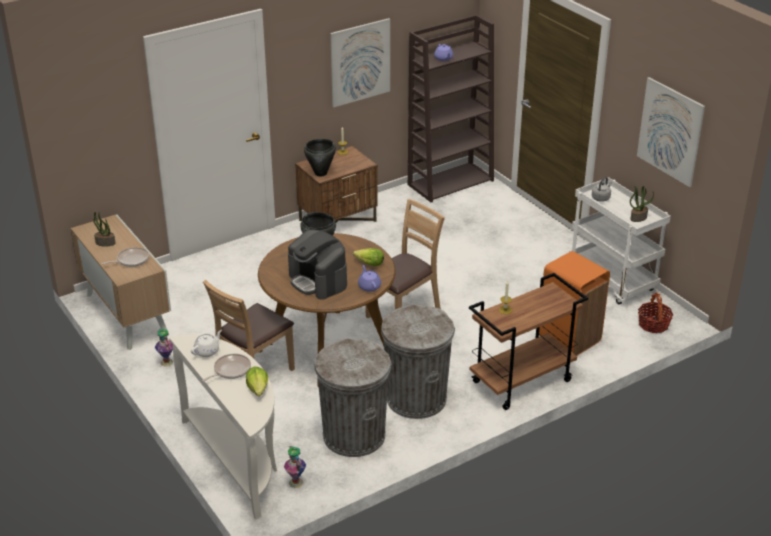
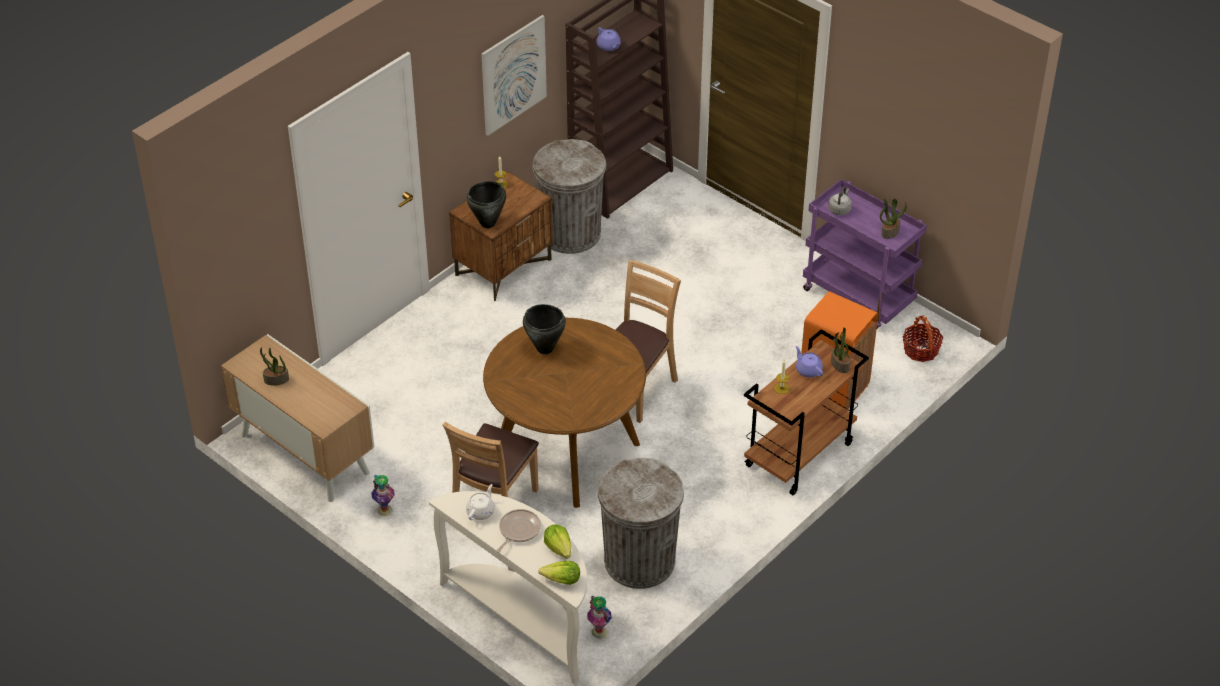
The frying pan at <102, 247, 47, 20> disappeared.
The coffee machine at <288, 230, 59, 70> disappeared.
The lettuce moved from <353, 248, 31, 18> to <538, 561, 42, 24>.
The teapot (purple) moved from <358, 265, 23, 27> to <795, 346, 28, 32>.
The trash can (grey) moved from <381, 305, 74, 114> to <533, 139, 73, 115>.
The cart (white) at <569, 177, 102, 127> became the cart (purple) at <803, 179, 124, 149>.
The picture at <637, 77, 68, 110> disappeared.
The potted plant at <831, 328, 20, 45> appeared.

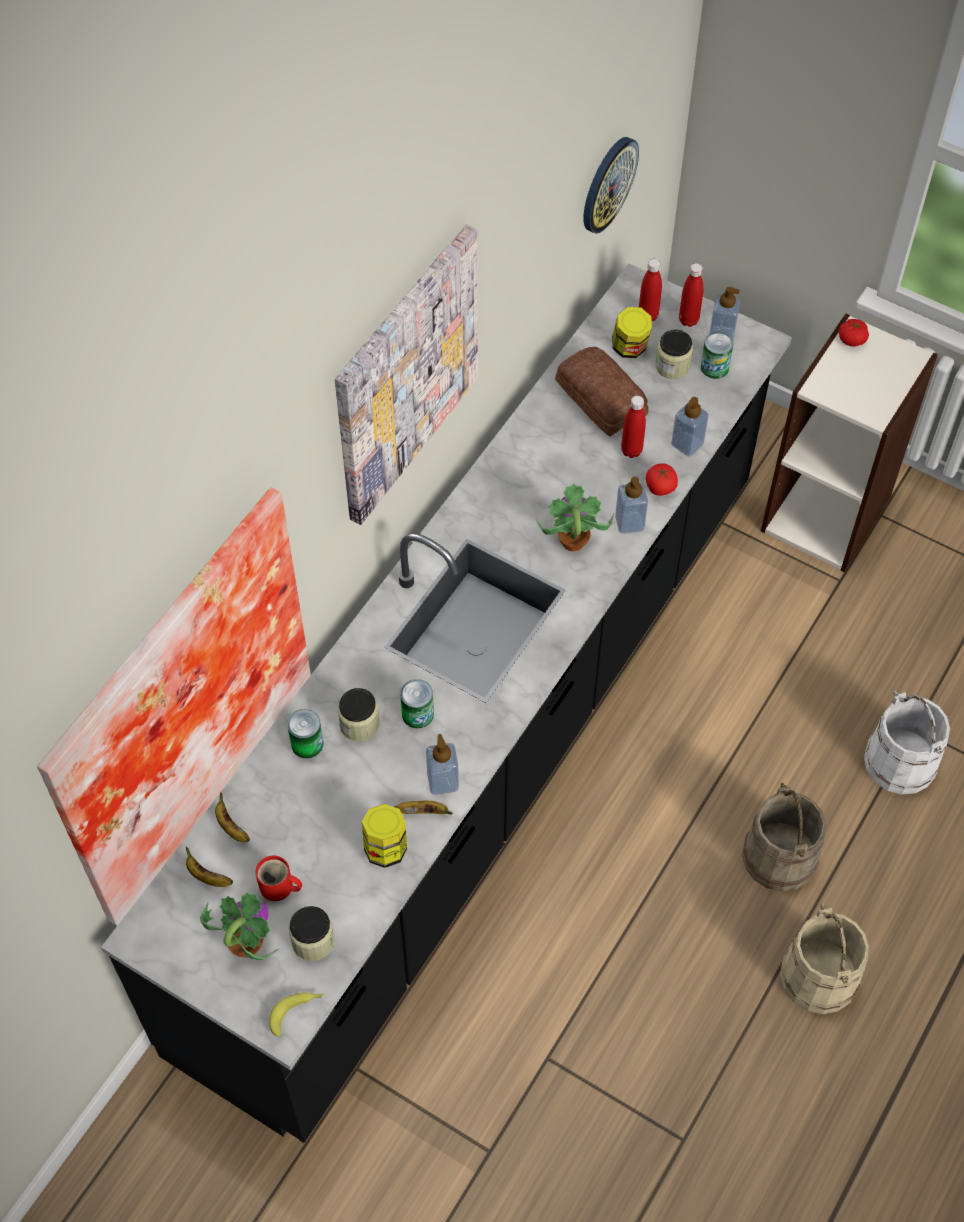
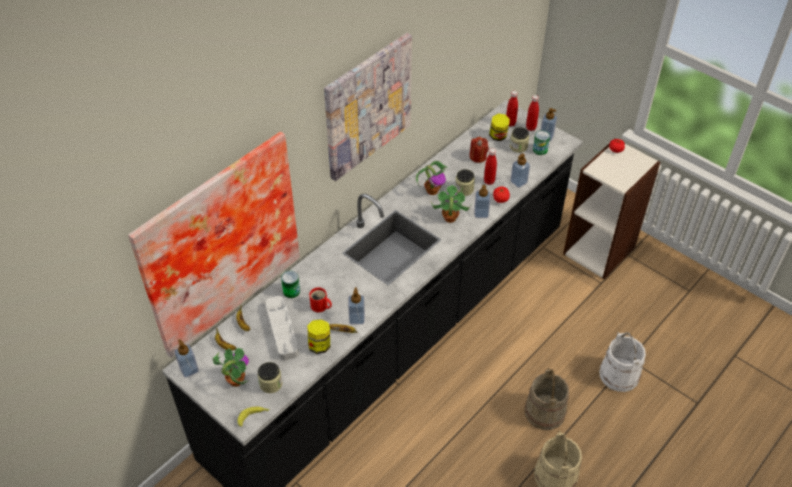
The mug (red) moved from <255, 855, 47, 46> to <309, 287, 23, 25>.
The jar moved from <338, 688, 42, 53> to <455, 169, 20, 27>.
The can at <400, 679, 34, 49> disappeared.
The bread at <555, 347, 94, 89> was replaced by the candle (red) at <470, 137, 19, 26>.
The wall clock at <584, 137, 55, 97> disappeared.
The soap dispenser at <175, 339, 24, 39> appeared.
The tray (grey) at <265, 296, 34, 64> appeared.
The potted plant at <416, 161, 32, 34> appeared.

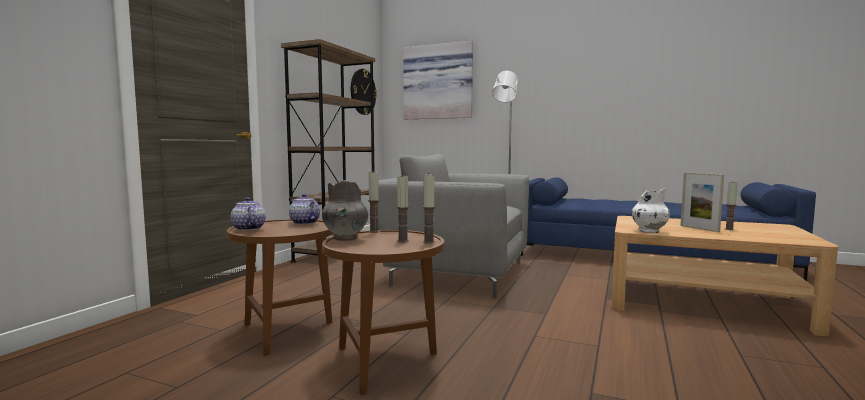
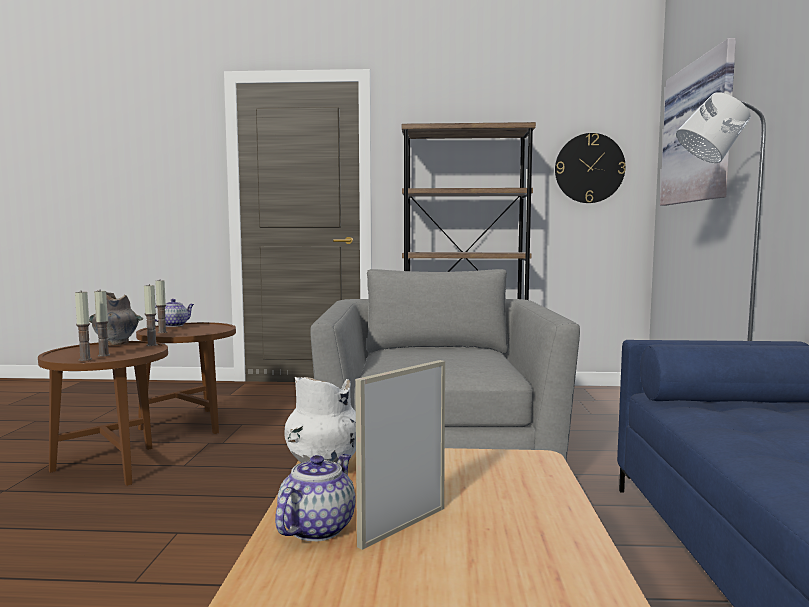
The teapot moved from <289, 194, 31, 31> to <275, 454, 81, 87>.
The candle moved from <725, 182, 13, 48> to <155, 280, 12, 53>.

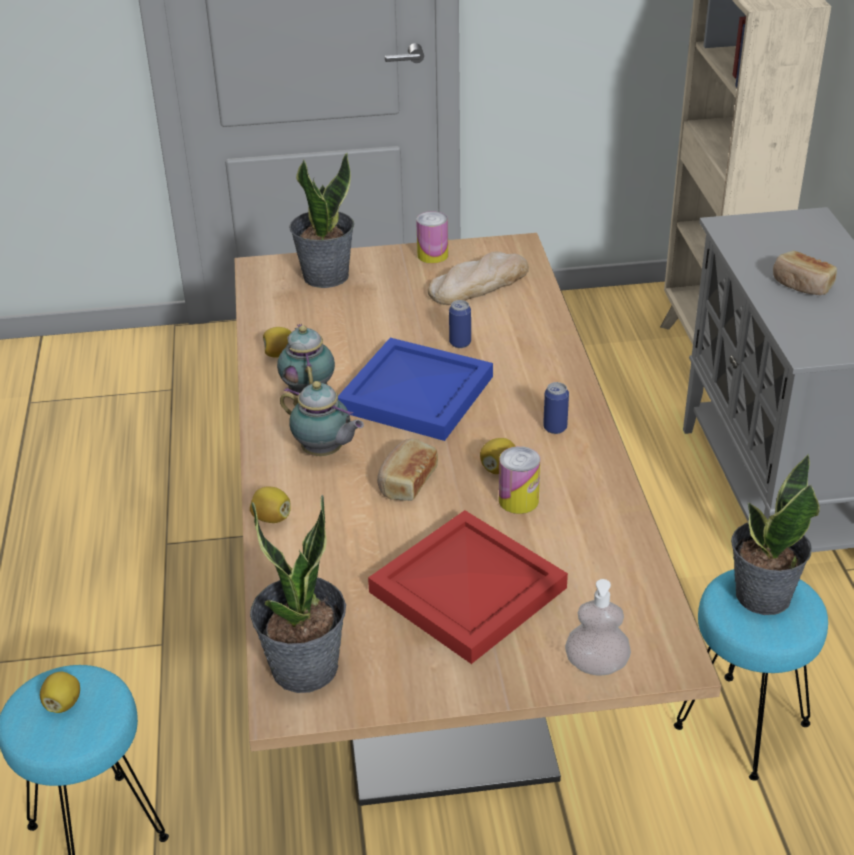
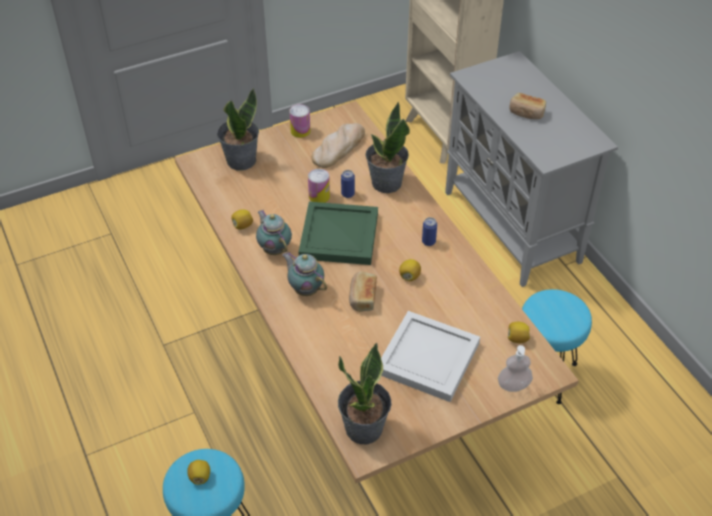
The lemon moved from <250, 487, 41, 36> to <508, 322, 22, 21>.
The teapot at <280, 381, 84, 75> turned 150 degrees counterclockwise.
The tray (blue) at <338, 338, 155, 103> became the tray (green) at <298, 202, 80, 63>.
The tray (red) at <368, 510, 200, 154> became the tray (white) at <381, 311, 99, 91>.
The can moved from <499, 446, 41, 68> to <308, 169, 22, 34>.
The potted plant moved from <731, 454, 89, 161> to <366, 102, 44, 91>.

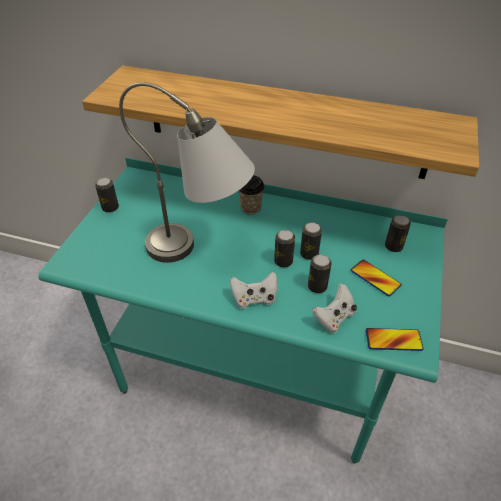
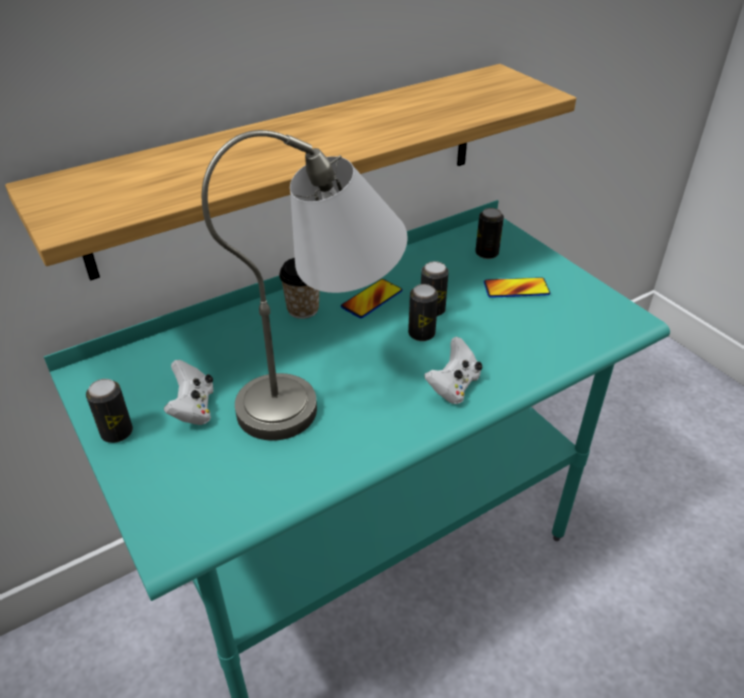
The can at <308, 254, 24, 39> disappeared.
The game controller (white) moved from <312, 284, 45, 49> to <164, 360, 49, 65>.
The phone moved from <366, 328, 58, 23> to <341, 279, 61, 39>.

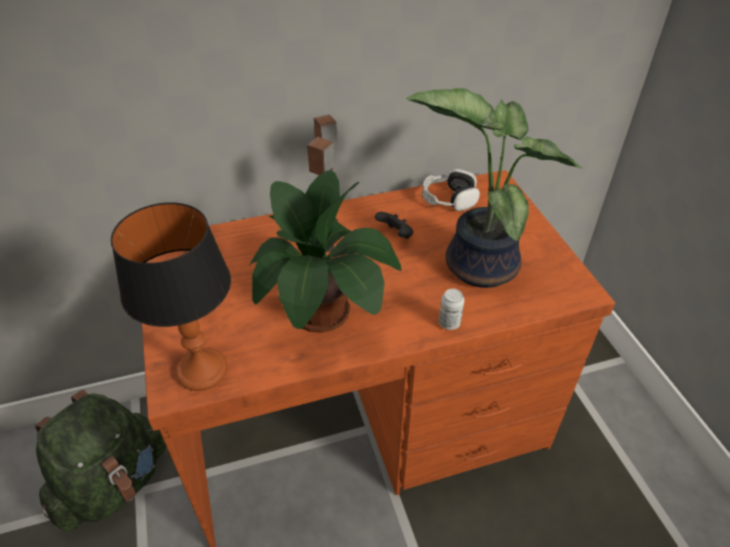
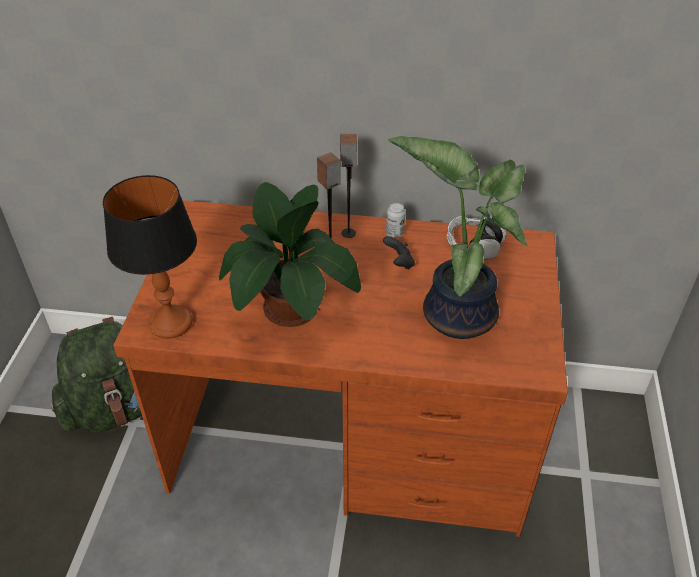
The can moved from <439, 289, 26, 41> to <386, 203, 19, 35>.

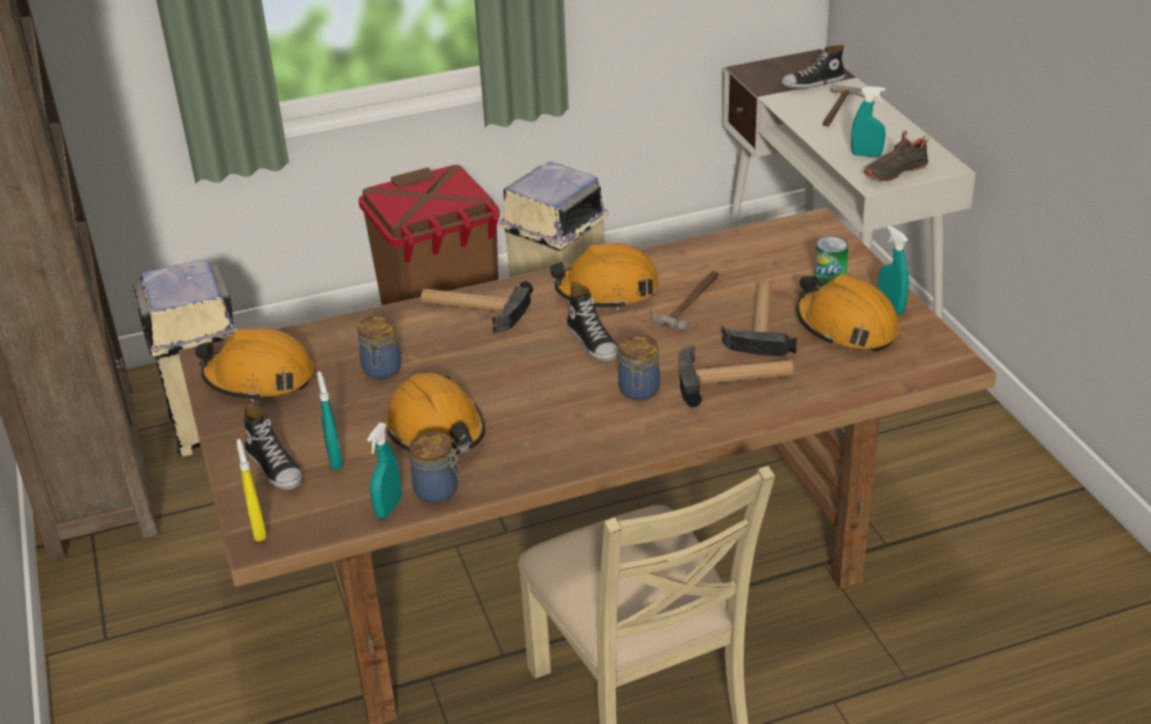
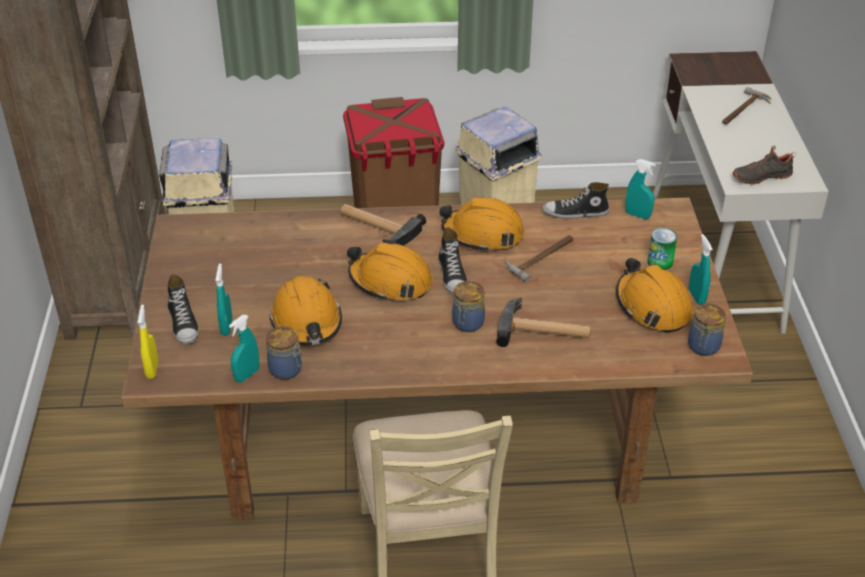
The hard hat (orange) moved from <195, 328, 119, 74> to <347, 242, 86, 59>.
The jar moved from <357, 315, 44, 64> to <688, 304, 38, 52>.
The hammer at <722, 281, 75, 76> disappeared.
The shoe moved from <781, 45, 64, 44> to <542, 182, 67, 37>.
The spray bottle (turquoise) moved from <851, 86, 34, 71> to <625, 159, 31, 60>.

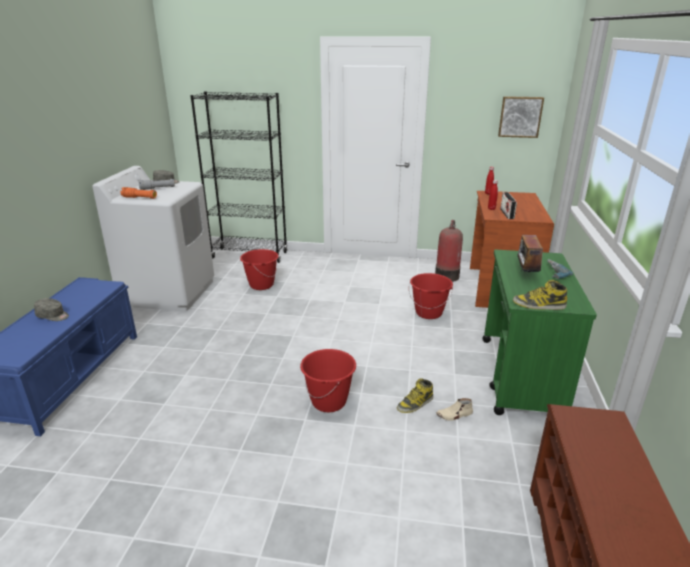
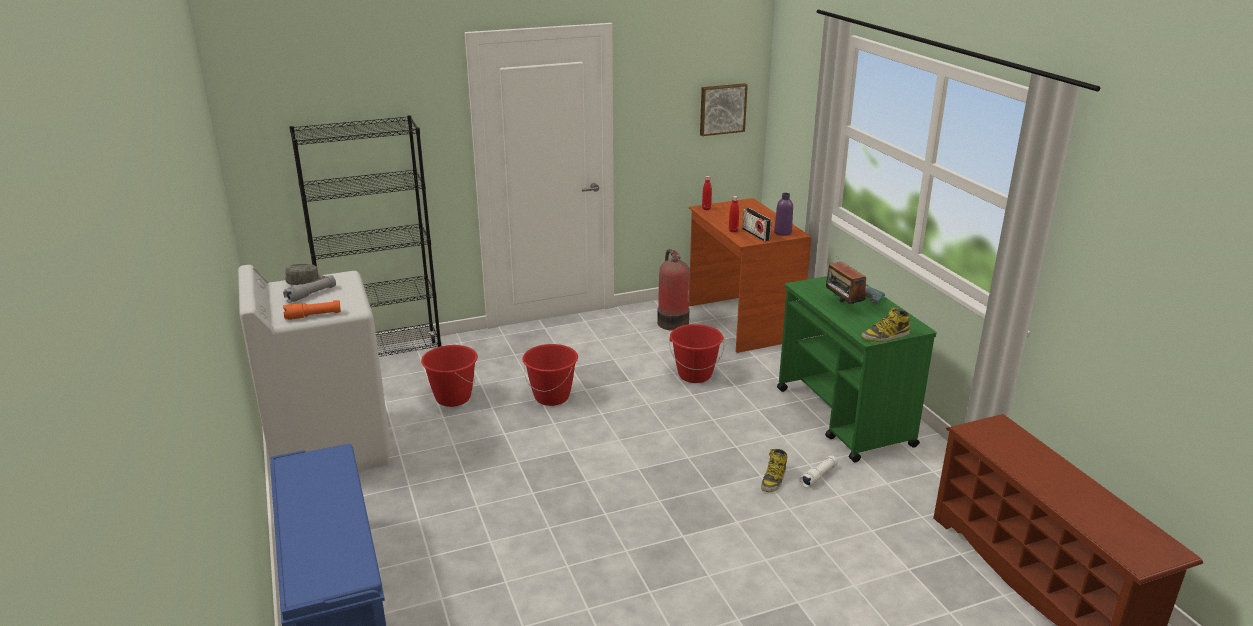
The cap (grey) at <34, 298, 35, 23> disappeared.
The bucket (red) moved from <300, 349, 56, 63> to <522, 344, 56, 62>.
The shoe (beige) at <436, 398, 37, 22> was replaced by the flashlight (white) at <799, 455, 39, 33>.
The bottle (purple) at <774, 193, 19, 43> appeared.

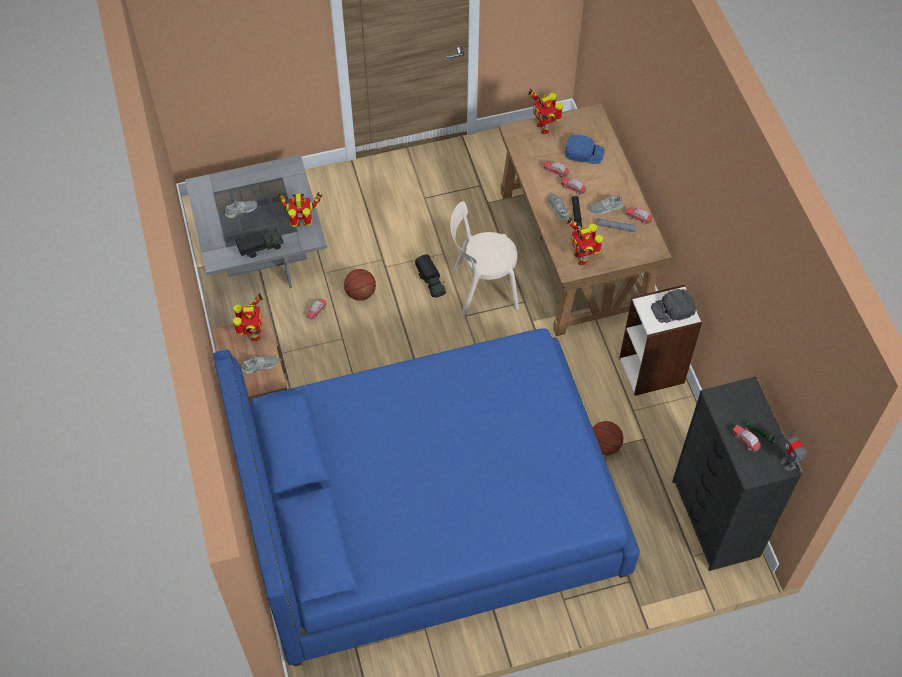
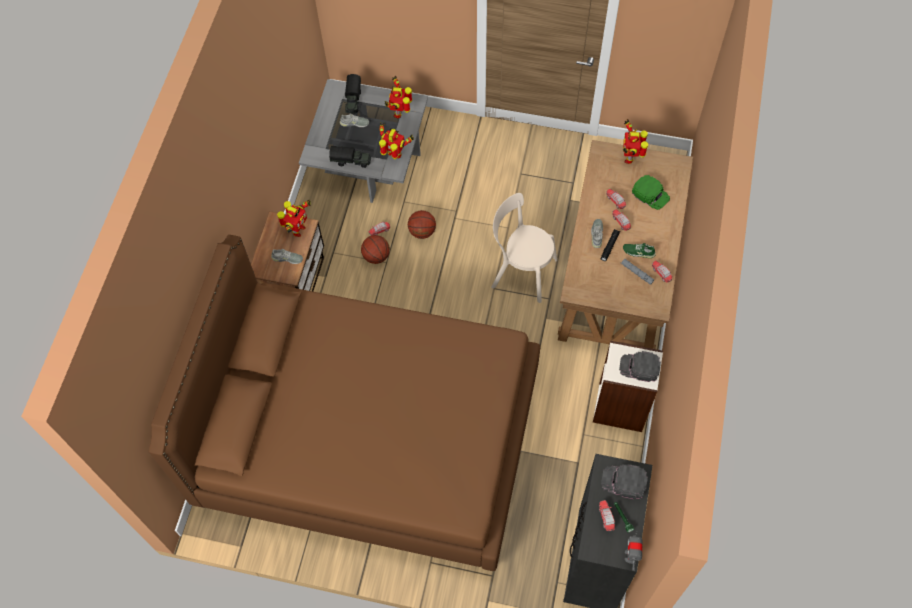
The bed (blue) at <214, 328, 426, 339> became the bed (brown) at <149, 235, 391, 336>.
The toy truck moved from <415, 254, 31, 44> to <344, 74, 17, 39>.
The cap (blue) at <565, 135, 40, 29> became the cap (green) at <632, 175, 38, 35>.
The toy robot moved from <567, 217, 36, 48> to <385, 75, 27, 43>.
The shoe (grey) at <589, 196, 34, 18> became the shoe (green) at <623, 243, 33, 15>.
The basketball moved from <593, 421, 30, 34> to <361, 235, 29, 29>.
The cap (black) at <601, 464, 47, 35> appeared.

